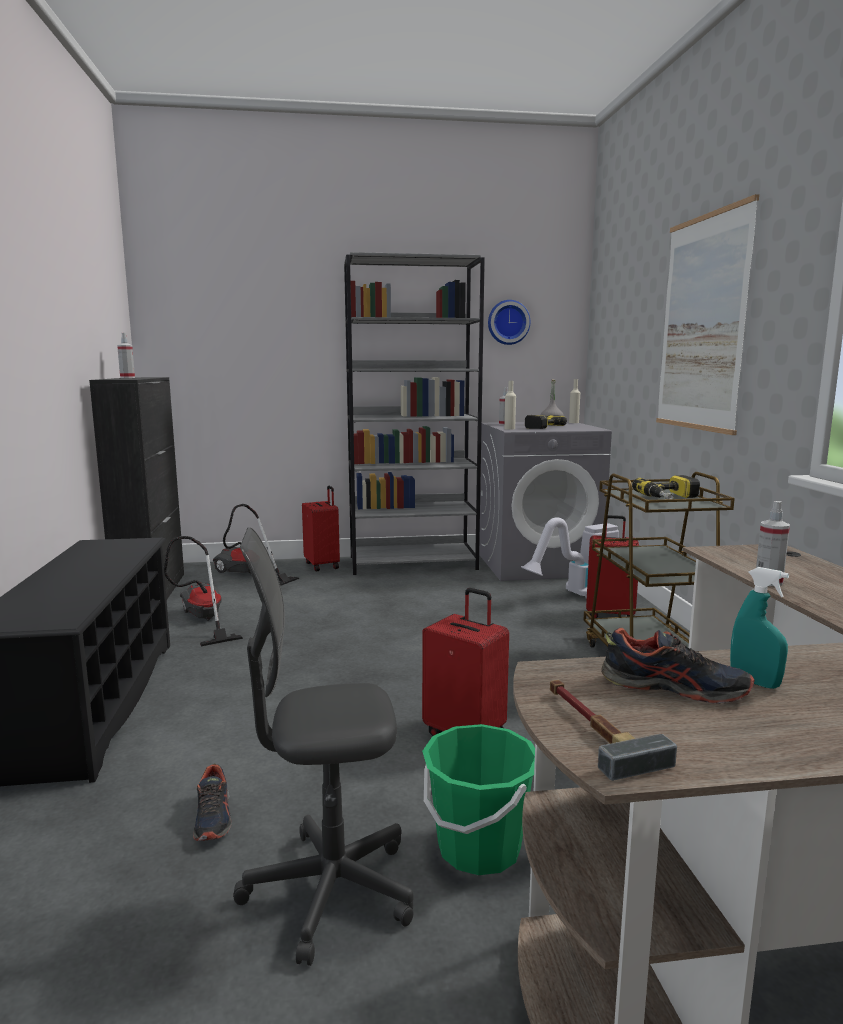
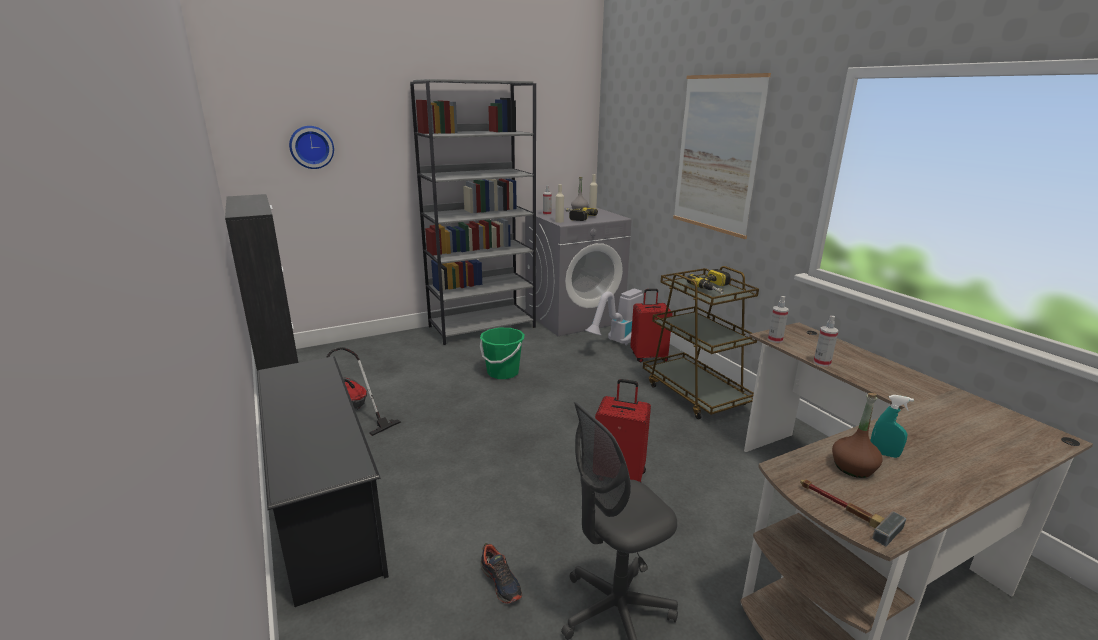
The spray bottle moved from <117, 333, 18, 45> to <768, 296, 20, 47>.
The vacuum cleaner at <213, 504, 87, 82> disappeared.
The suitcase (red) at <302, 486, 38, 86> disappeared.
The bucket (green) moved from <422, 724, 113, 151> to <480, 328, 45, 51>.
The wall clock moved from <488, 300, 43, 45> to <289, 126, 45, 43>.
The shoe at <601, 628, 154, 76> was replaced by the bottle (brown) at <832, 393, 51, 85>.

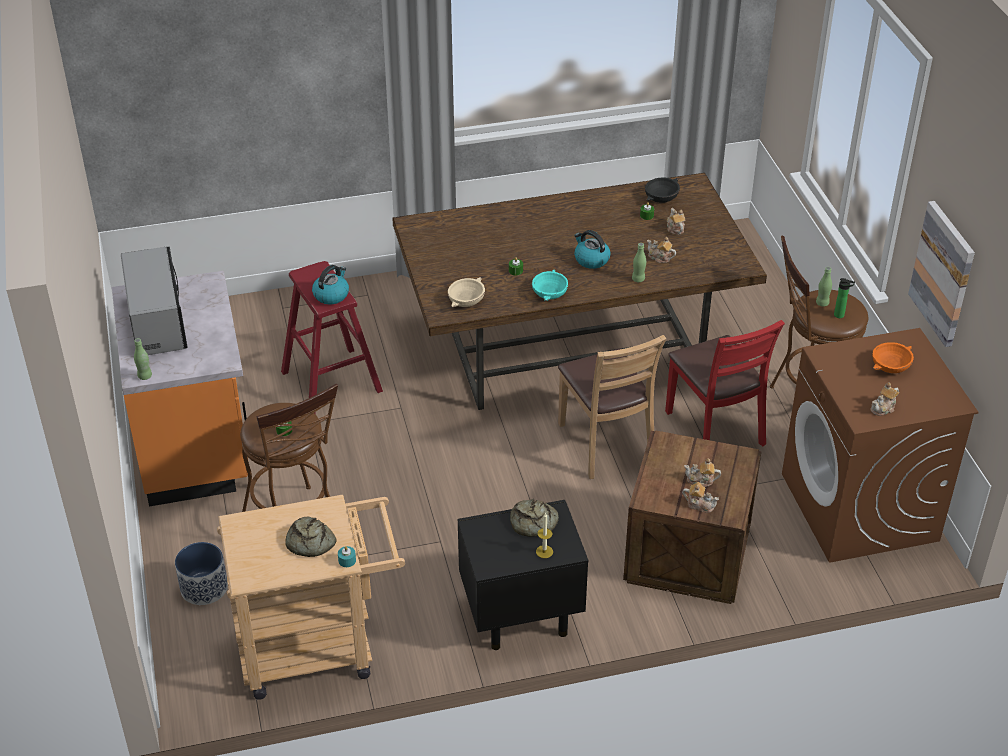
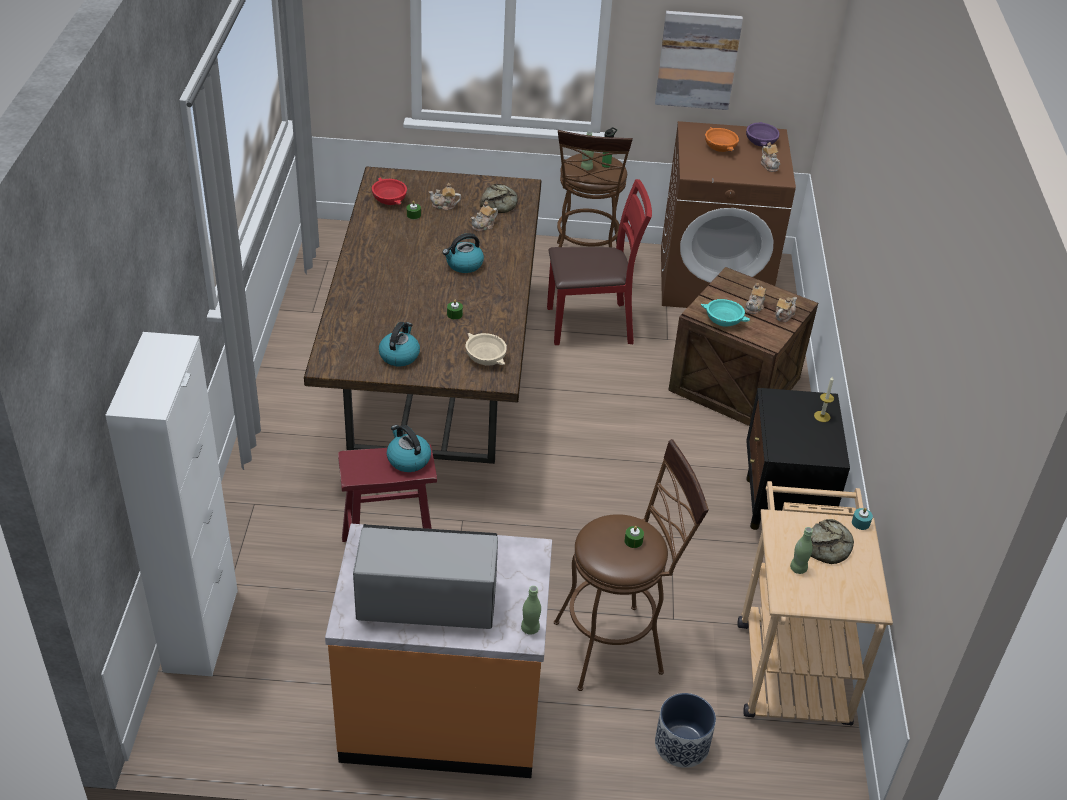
The bread moved from <510, 499, 49, 38> to <480, 184, 38, 29>.
The bowl (turquoise) moved from <532, 269, 36, 32> to <701, 299, 50, 27>.
The chair (brown) at <558, 335, 109, 144> disappeared.
The bottle (green) moved from <632, 243, 14, 39> to <790, 527, 23, 47>.
The bowl (black) at <645, 178, 35, 25> became the bowl (red) at <372, 177, 35, 28>.
The cabinet (white) at <105, 332, 133, 344> appeared.
The kettle at <379, 322, 41, 44> appeared.
The bowl (purple) at <746, 122, 34, 25> appeared.

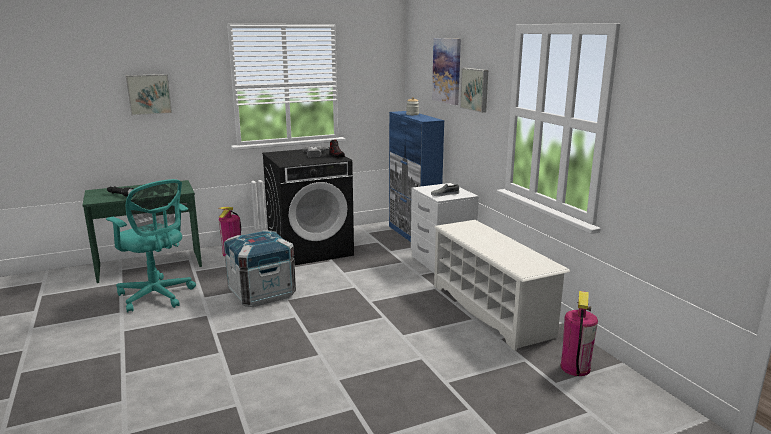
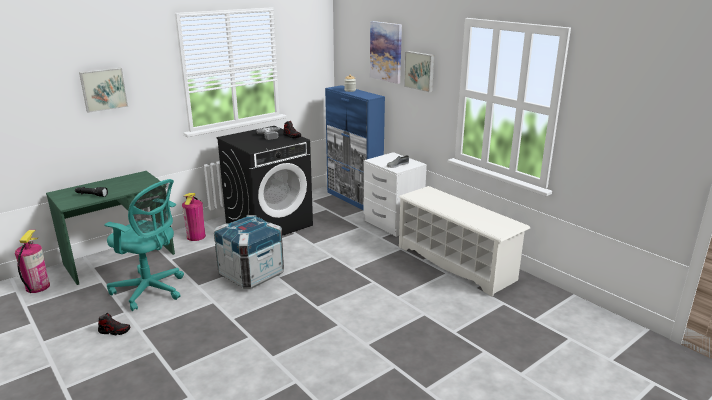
The fire extinguisher moved from <561, 291, 37, 85> to <15, 230, 35, 63>.
The shoe at <98, 313, 32, 22> appeared.

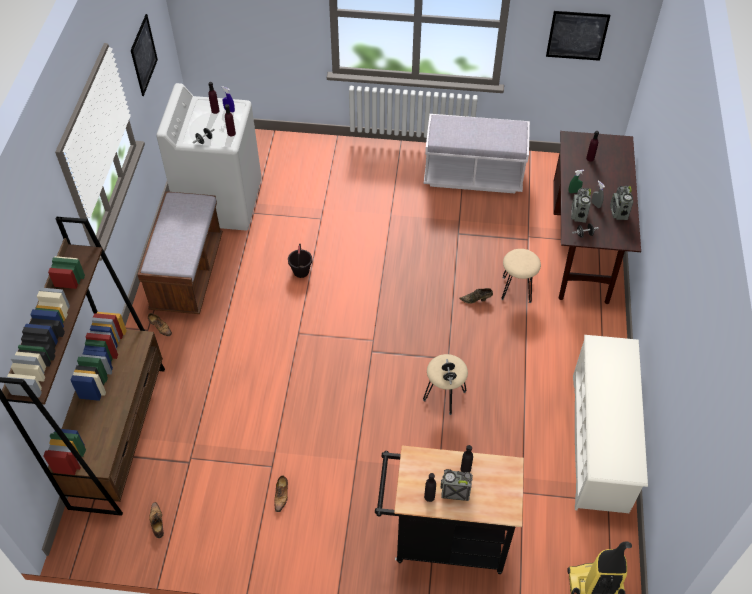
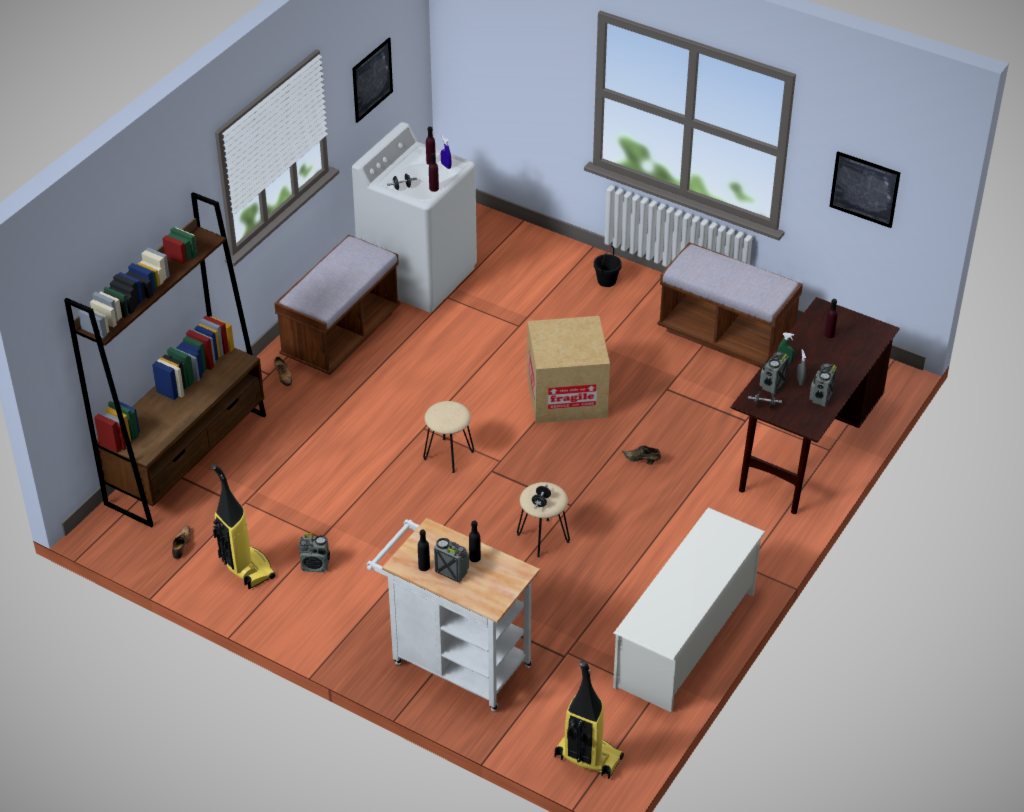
The shoe at <274, 475, 14, 37> was replaced by the radio at <299, 533, 31, 39>.
The bucket (black) moved from <288, 244, 24, 34> to <594, 246, 28, 41>.
The cart (black) at <375, 445, 149, 129> became the cart (white) at <367, 518, 173, 194>.
The bench (white) at <424, 114, 106, 79> became the bench (brown) at <657, 242, 146, 126>.
The stool (beige) moved from <501, 249, 40, 54> to <423, 401, 51, 72>.
The vacuum cleaner at <211, 464, 64, 125> appeared.
The cardboard box at <527, 316, 83, 107> appeared.

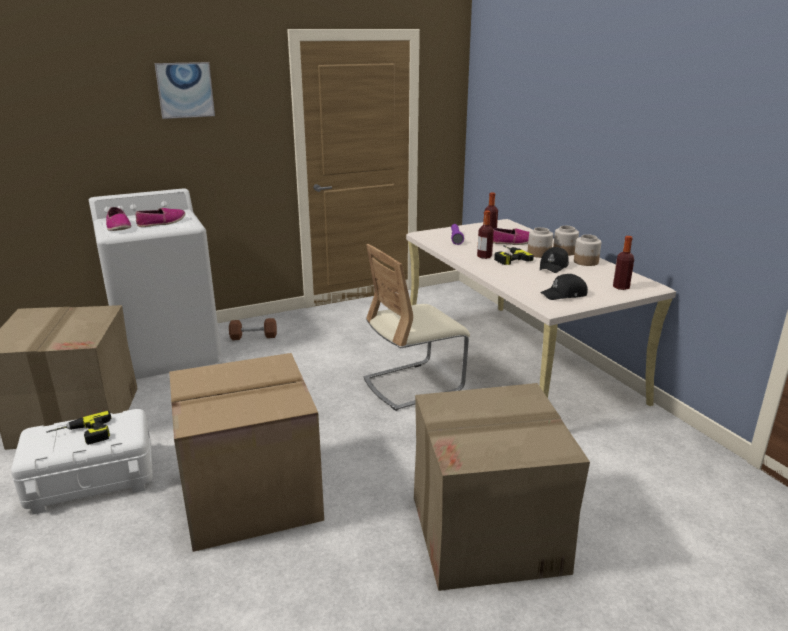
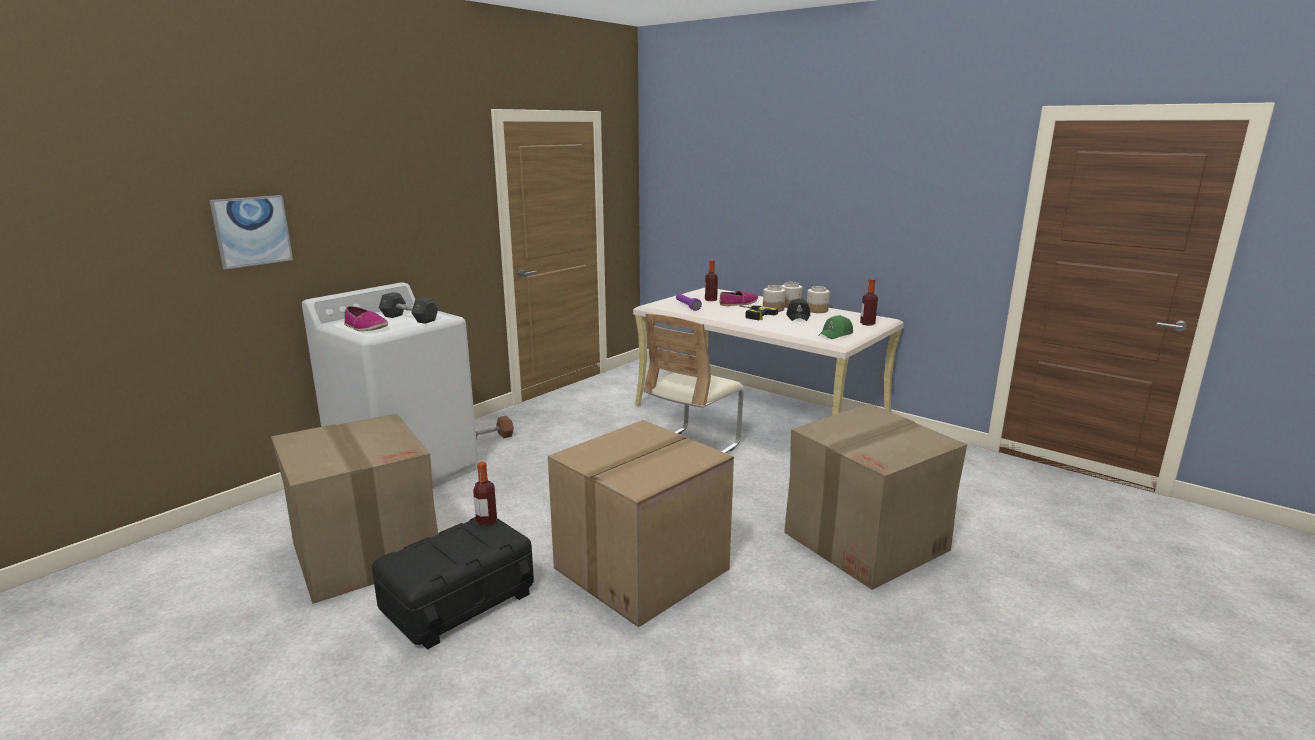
The storage box (white) at <11, 409, 142, 106> became the storage box (black) at <372, 517, 162, 133>.
The power drill at <46, 411, 65, 34> disappeared.
The shoe at <135, 208, 51, 19> was replaced by the dumbbell (grey) at <379, 292, 60, 32>.
The picture moved from <155, 62, 60, 57> to <209, 195, 84, 74>.
The bottle moved from <477, 211, 17, 48> to <473, 462, 24, 64>.
The cap (black) at <540, 274, 48, 26> became the cap (green) at <818, 315, 35, 24>.

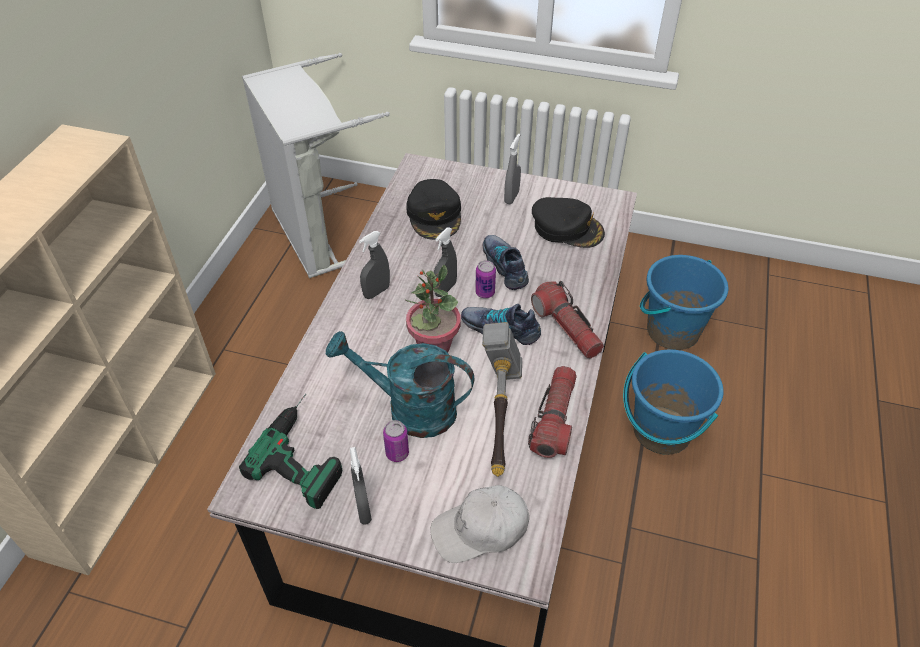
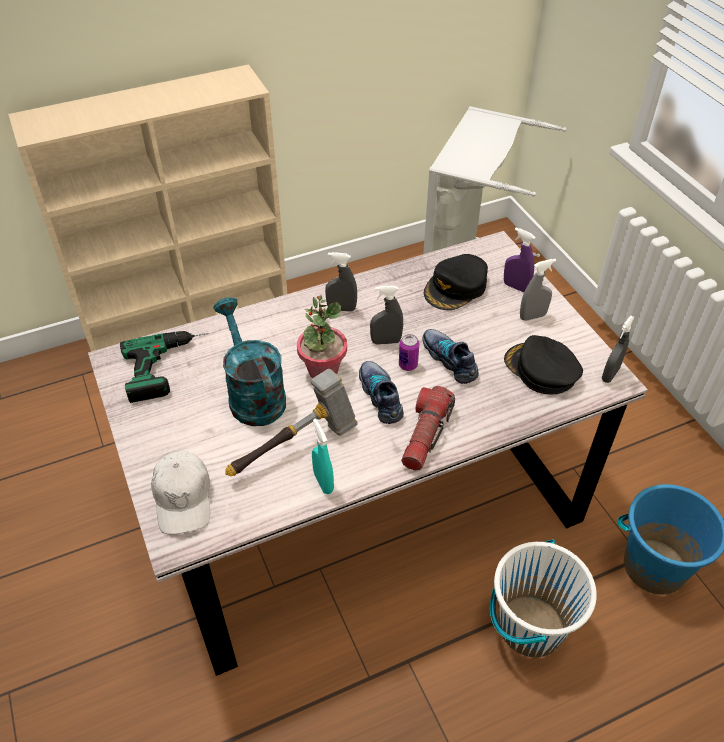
The spray bottle (grey) moved from <350, 447, 22, 78> to <602, 316, 32, 67>.
The can at <383, 420, 26, 42> disappeared.
The cap (white) at <430, 485, 99, 78> turned 135 degrees counterclockwise.
The shoe at <483, 235, 46, 55> turned 60 degrees counterclockwise.
The flashlight at <528, 366, 49, 92> was replaced by the spray bottle (turquoise) at <312, 419, 22, 75>.
The cap (black) at <532, 197, 73, 51> turned 150 degrees clockwise.
The bucket (blue) at <623, 349, 101, 106> became the bucket (white) at <490, 540, 107, 117>.
The spray bottle (purple) at <504, 228, 32, 64> appeared.

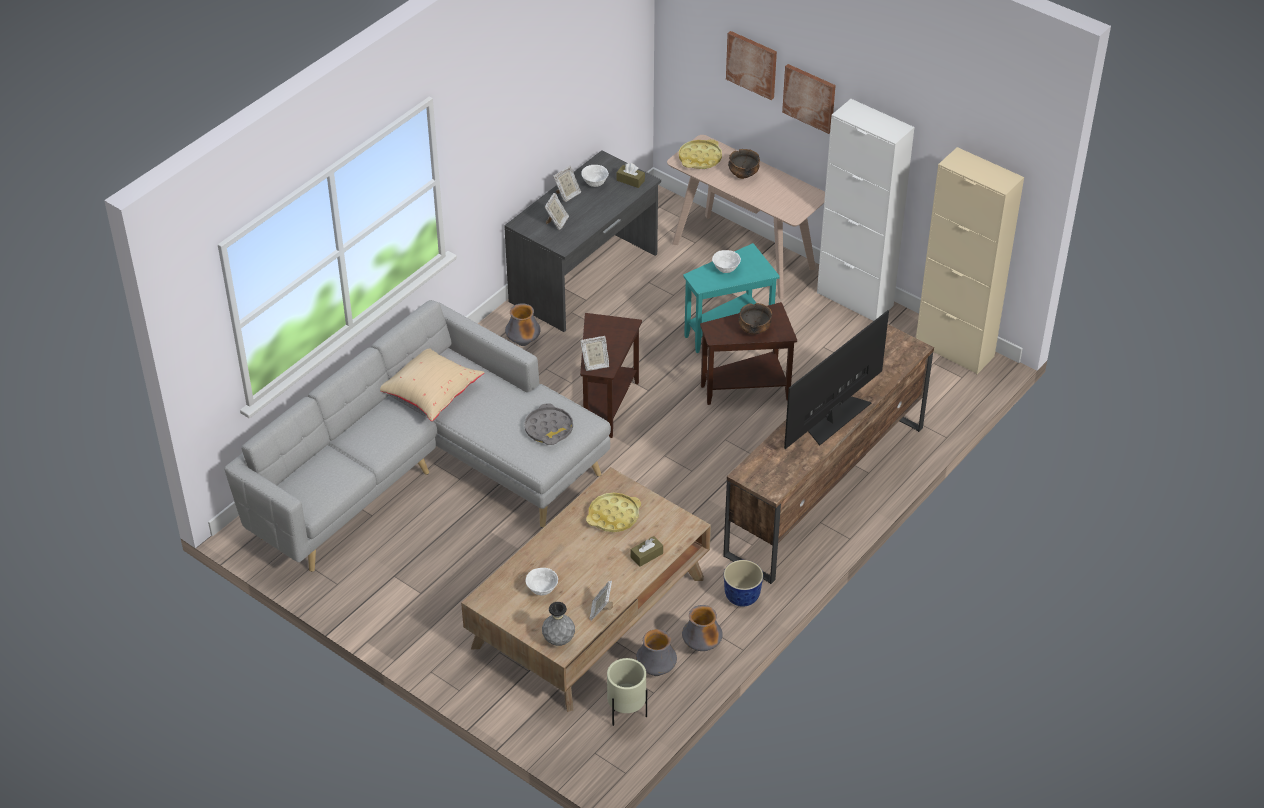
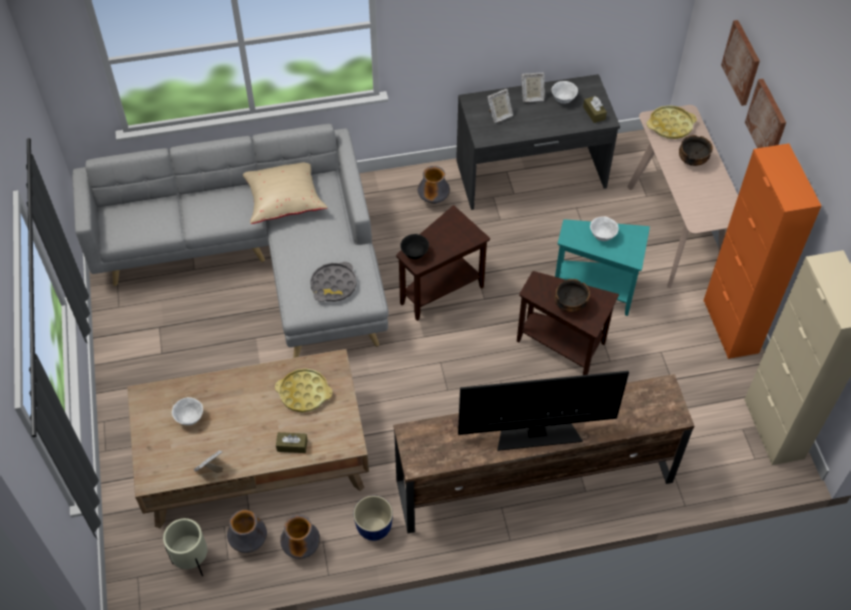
The vase (grey) at <542, 602, 33, 44> disappeared.
The picture frame at <580, 336, 29, 35> was replaced by the bowl (black) at <400, 234, 29, 25>.
The cabinet (white) at <817, 99, 97, 222> became the cabinet (orange) at <703, 143, 118, 216>.

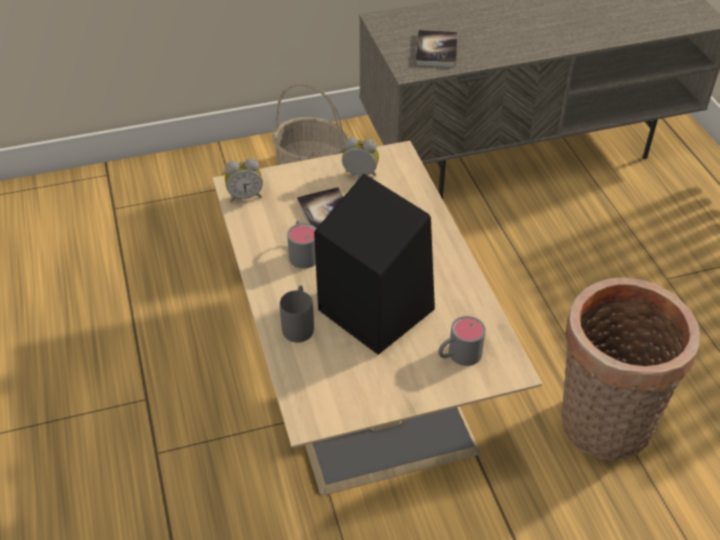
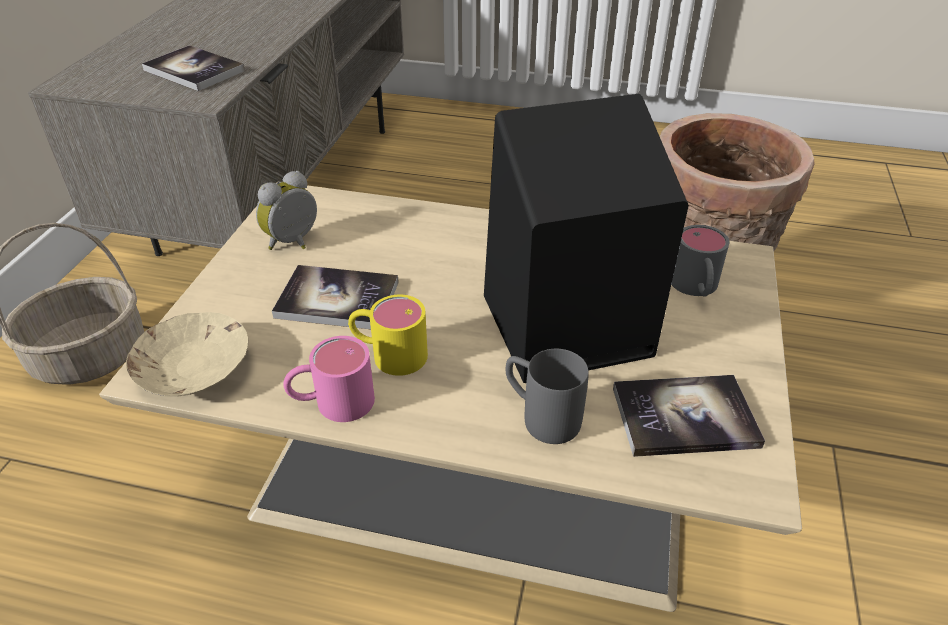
The alarm clock at <225, 158, 38, 44> was replaced by the bowl (beige) at <126, 312, 122, 85>.
The mug (grey) at <287, 220, 30, 49> became the mug (yellow) at <348, 295, 80, 81>.
The mug (pink) at <283, 336, 92, 86> appeared.
The book at <613, 375, 152, 82> appeared.

